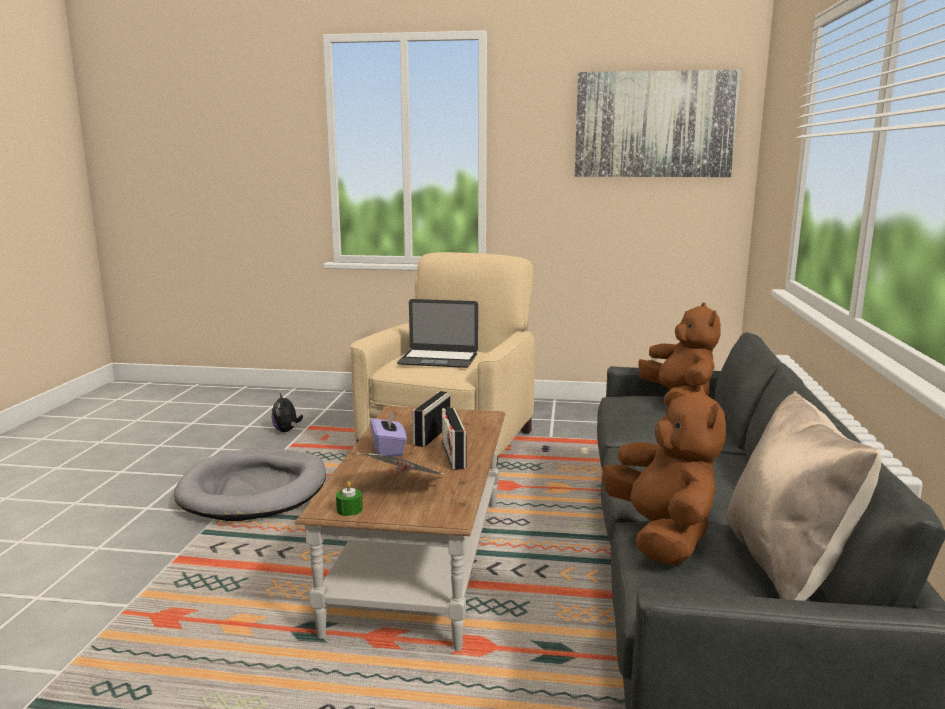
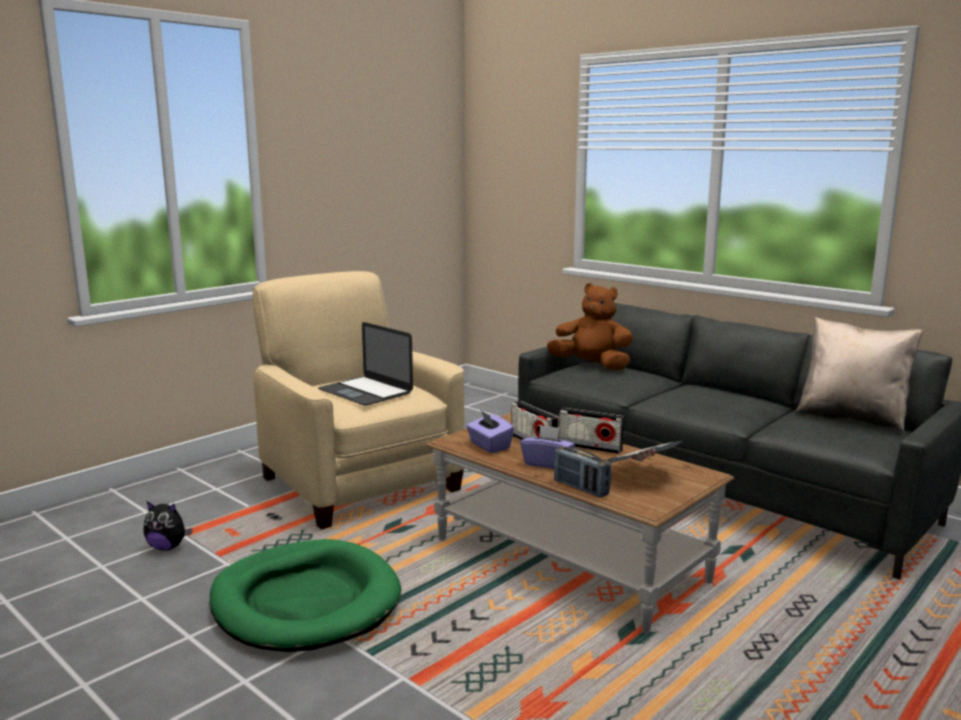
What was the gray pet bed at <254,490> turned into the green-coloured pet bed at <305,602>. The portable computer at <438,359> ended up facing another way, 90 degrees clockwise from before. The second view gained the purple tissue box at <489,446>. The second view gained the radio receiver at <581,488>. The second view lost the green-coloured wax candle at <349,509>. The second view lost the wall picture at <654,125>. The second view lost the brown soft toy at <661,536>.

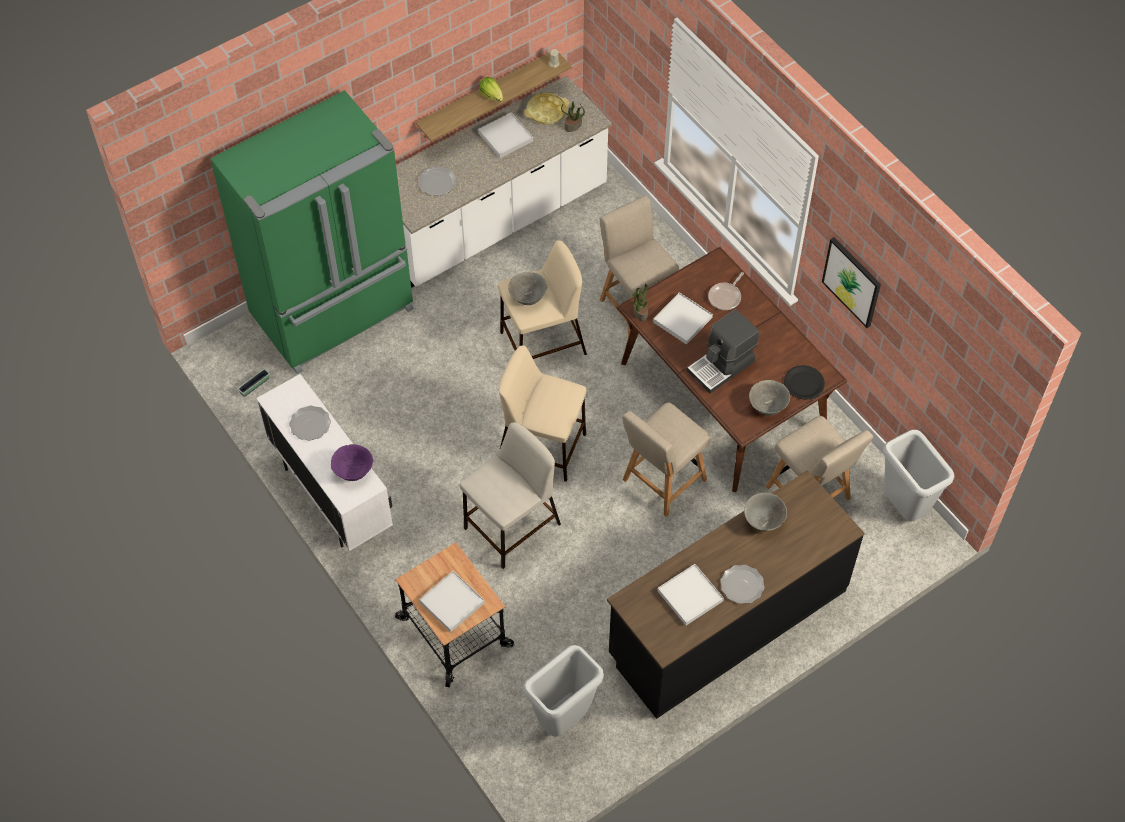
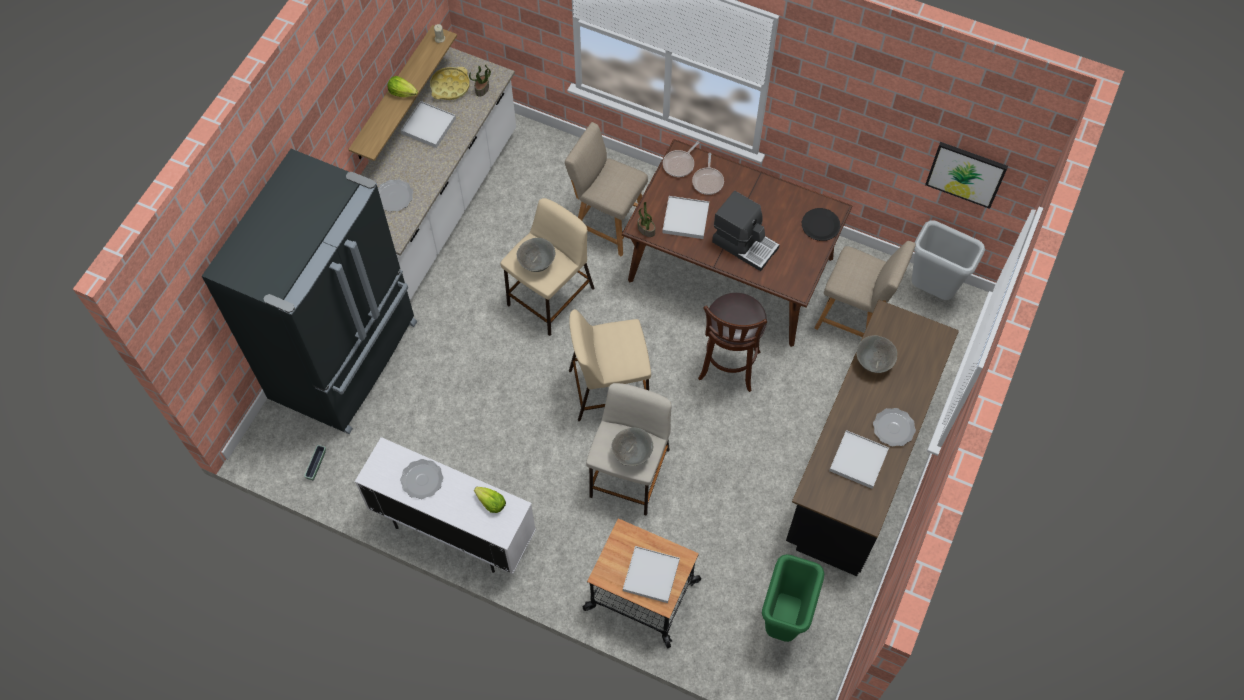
What was the green-coloured kitchen fridge at <334,313> turned into the blackish kitchen fridge at <347,361>. Where the purple deep dish stood at <353,471>, the lettuce head came to stand at <491,503>. The gray deep dish ended up elsewhere, having gone from <767,407> to <632,454>. The second view gained the skillet at <680,164>. Where the beige-coloured upright chair stood at <661,482>, the brown sitting stool came to stand at <728,368>. The coffee machine at <722,366> ended up facing another way, 75 degrees counterclockwise from before. What was the gray rubbish bin at <563,721> turned into the green-coloured rubbish bin at <783,621>. The wall picture ended up elsewhere, having gone from <852,282> to <966,174>.

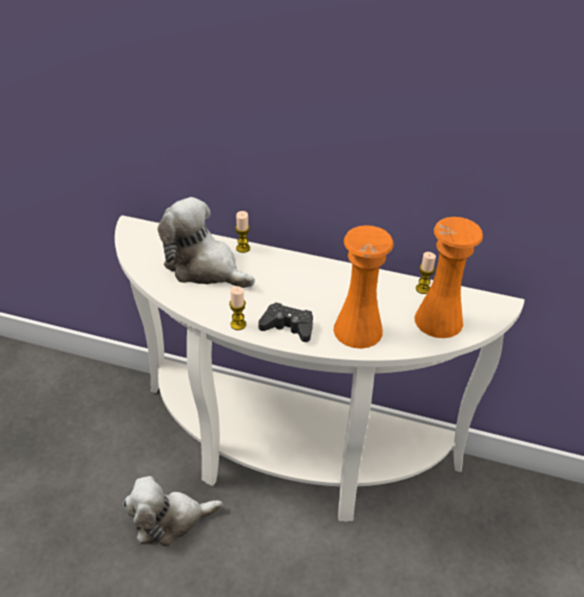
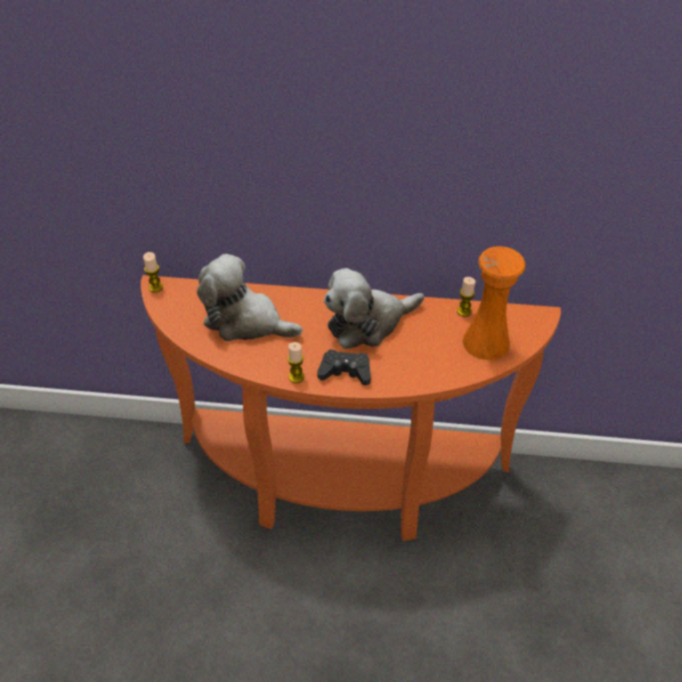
What was the white narrow table at <289,457> turned into the orangey narrow table at <340,486>. The wax candle ended up elsewhere, having gone from <243,248> to <155,287>. The soft toy ended up elsewhere, having gone from <169,520> to <368,323>. The second view lost the orangey vase at <358,330>.

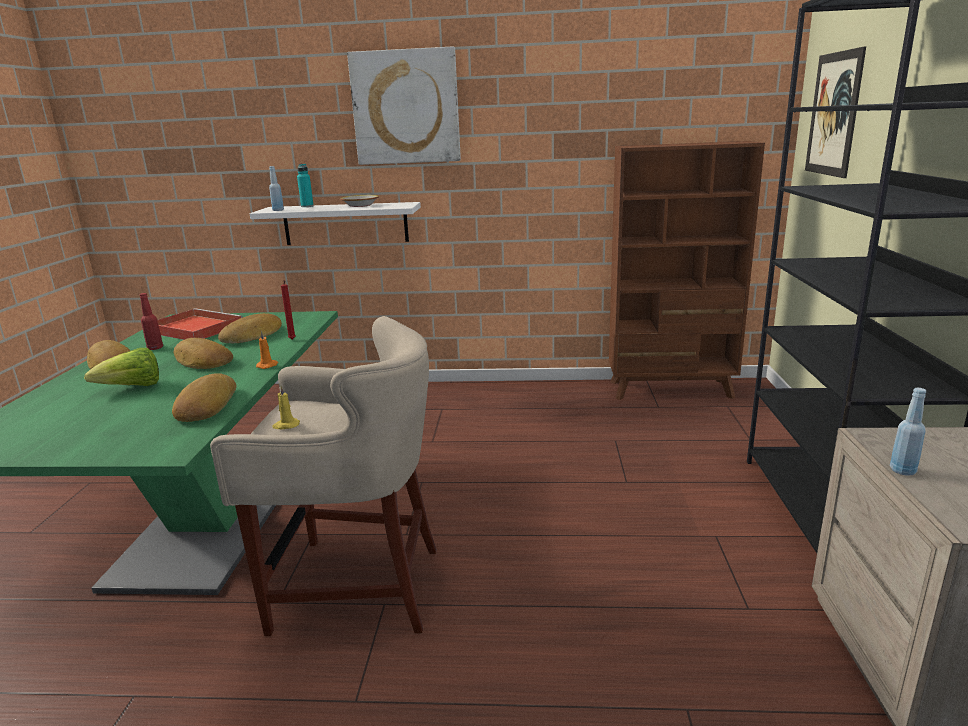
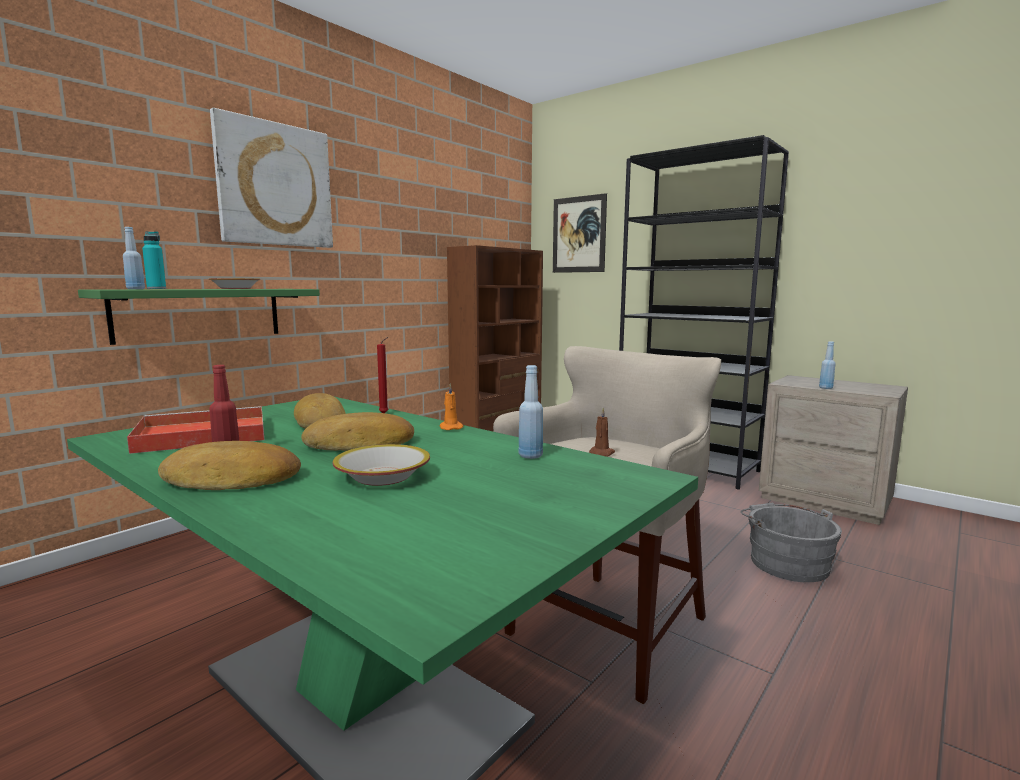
What was the white wall shelf at <345,224> turned into the green-coloured wall shelf at <200,314>. Where the lettuce head stood at <133,388>, the deep dish came to stand at <383,476>. Where the baked bread stood at <205,406>, the blue drink bottle came to stand at <530,456>. What was the yellowish wax candle at <286,425> turned into the brown wax candle at <601,454>. The second view gained the gray bucket at <785,562>.

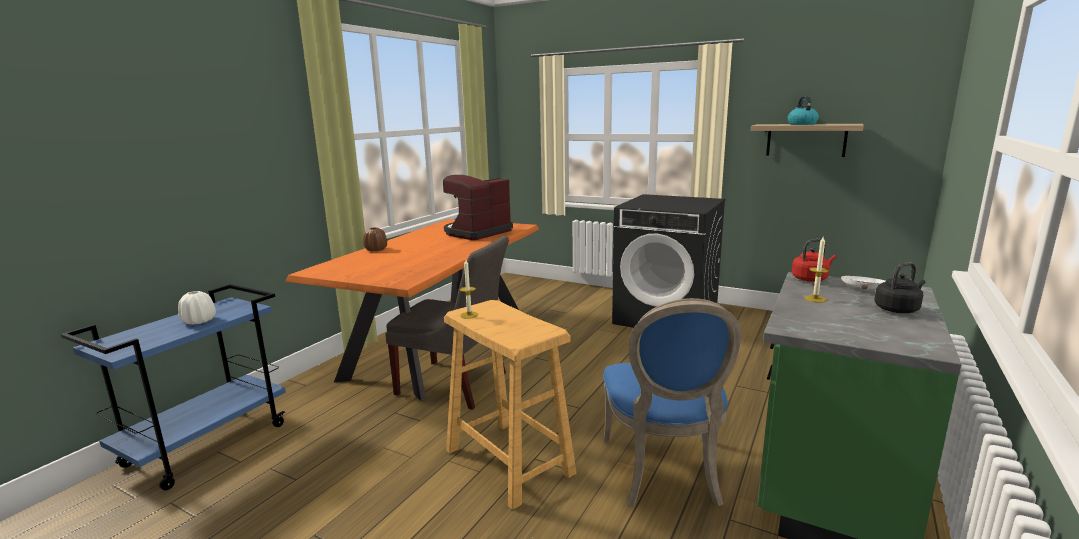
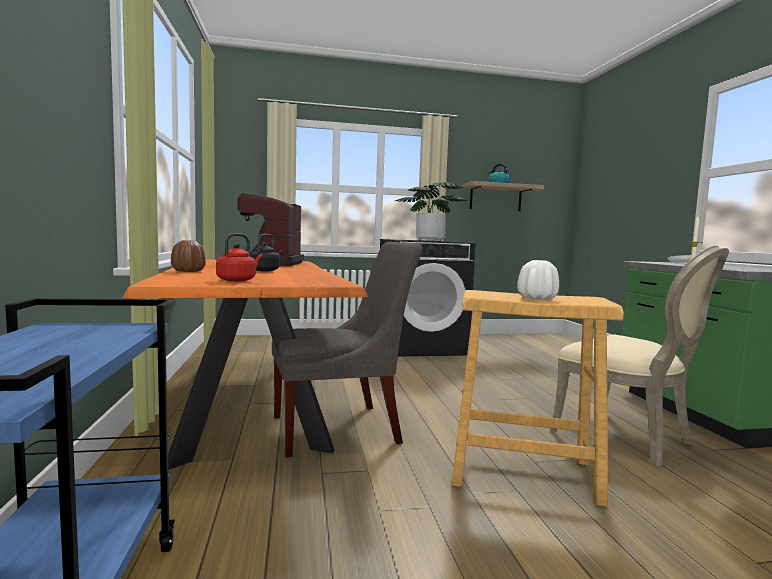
The reddish kettle ended up elsewhere, having gone from <811,279> to <238,280>. The blackish kettle ended up elsewhere, having gone from <898,309> to <266,270>. The second view gained the potted plant at <430,240>. The white vase ended up elsewhere, having gone from <199,321> to <537,298>. What was the blue upright chair at <664,473> turned into the beige-coloured upright chair at <628,437>. The second view lost the wax candle at <469,315>.

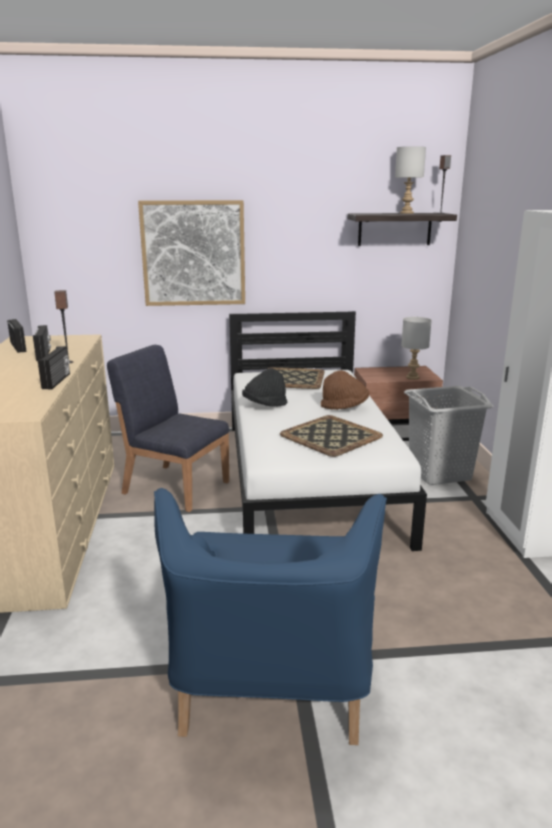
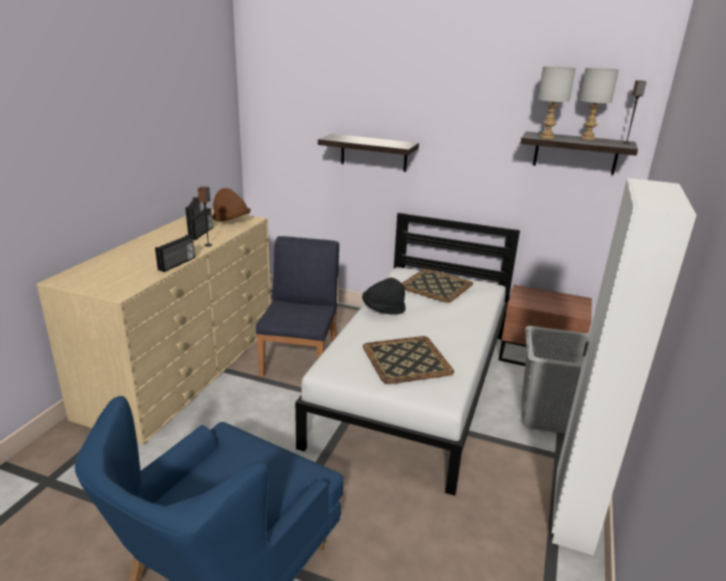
The brown wearable hat ended up elsewhere, having gone from <344,407> to <231,221>. The blue upright chair at <175,487> ended up facing another way, 45 degrees clockwise from before. Where the wall picture hung at <193,253>, the wall shelf came to hang at <373,153>. The gray table lamp ended up elsewhere, having gone from <413,377> to <547,138>.

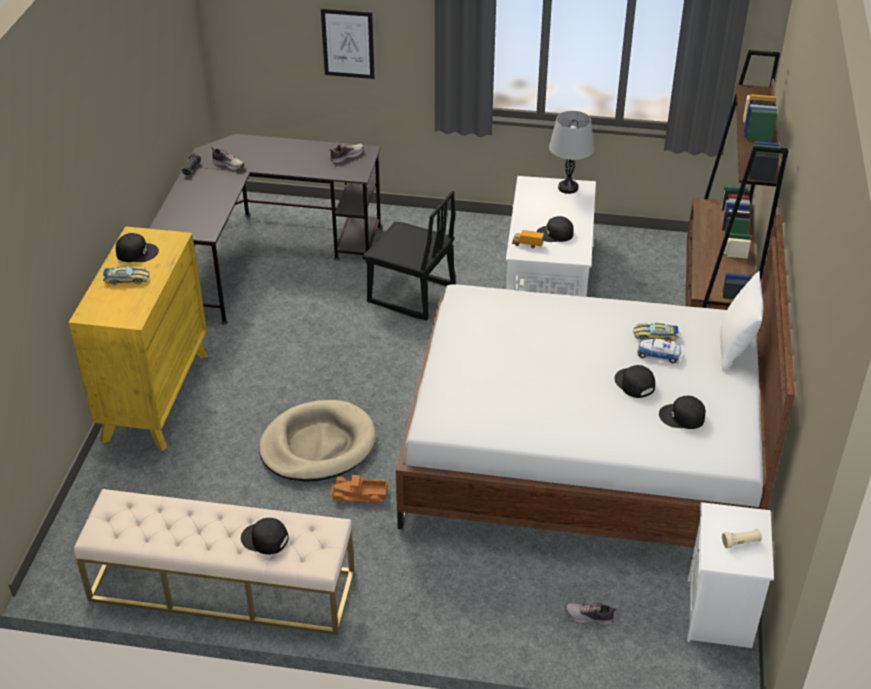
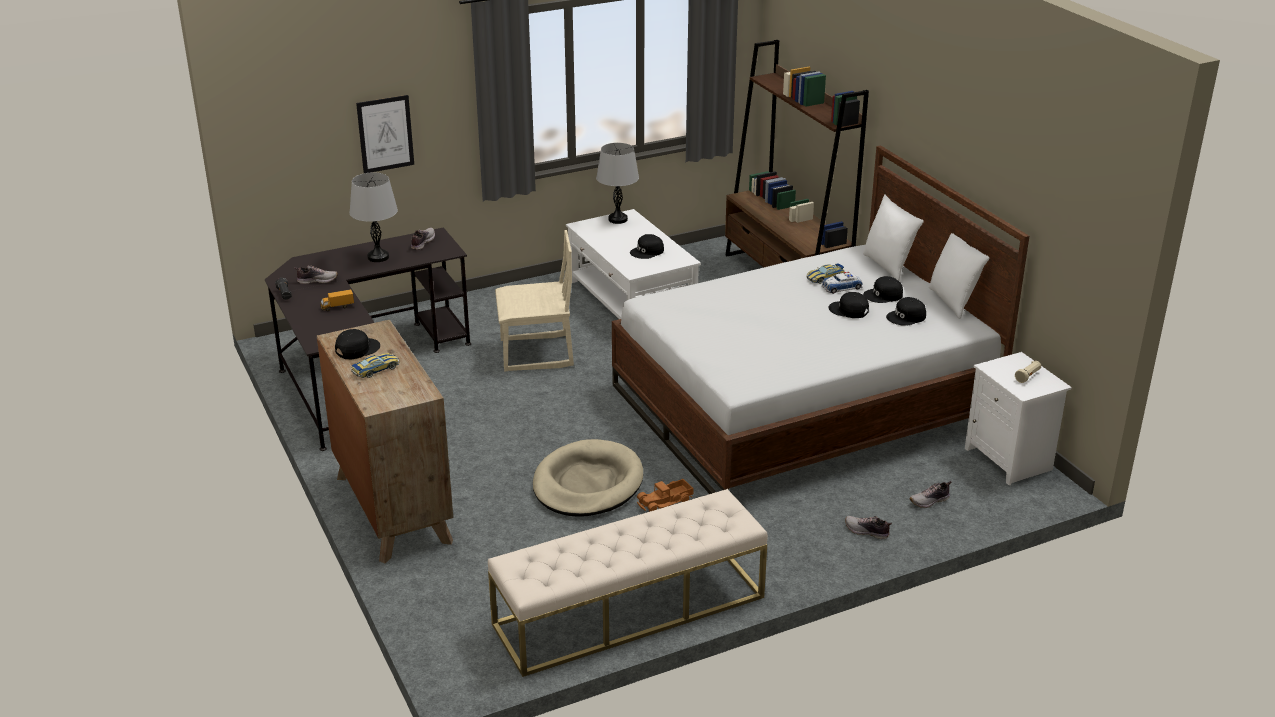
What was the yellowish chest of drawers at <156,396> turned into the brown chest of drawers at <392,509>. The toy lorry ended up elsewhere, having gone from <527,245> to <337,307>. The second view gained the gray table lamp at <378,257>. What was the blackish upright chair at <411,295> turned into the beige-coloured upright chair at <536,354>. The second view gained the shoe at <867,531>. The blackish baseball cap ended up elsewhere, having gone from <264,539> to <883,295>. The second view gained the white cushion at <953,302>.

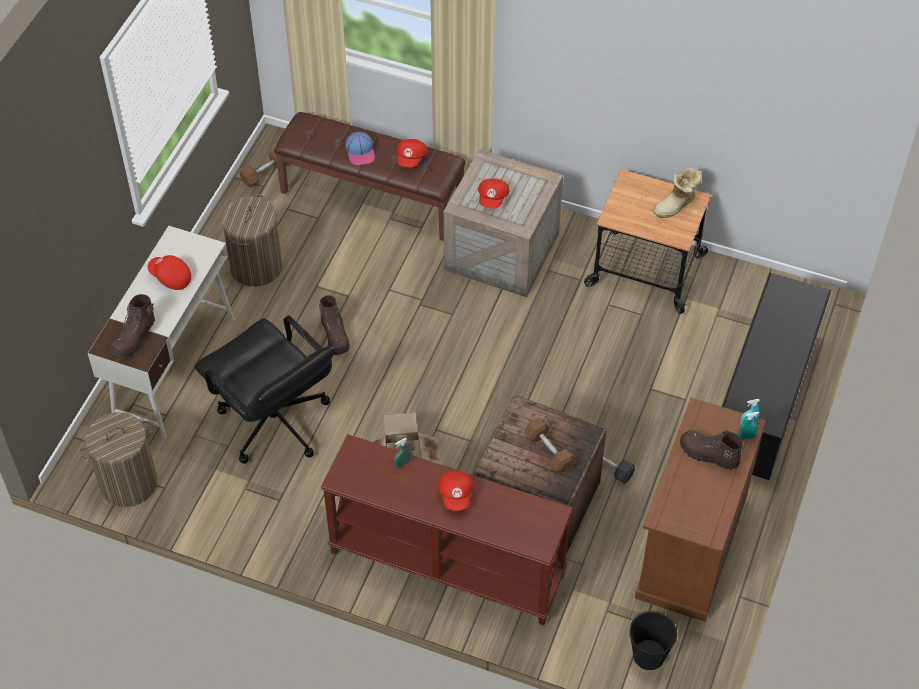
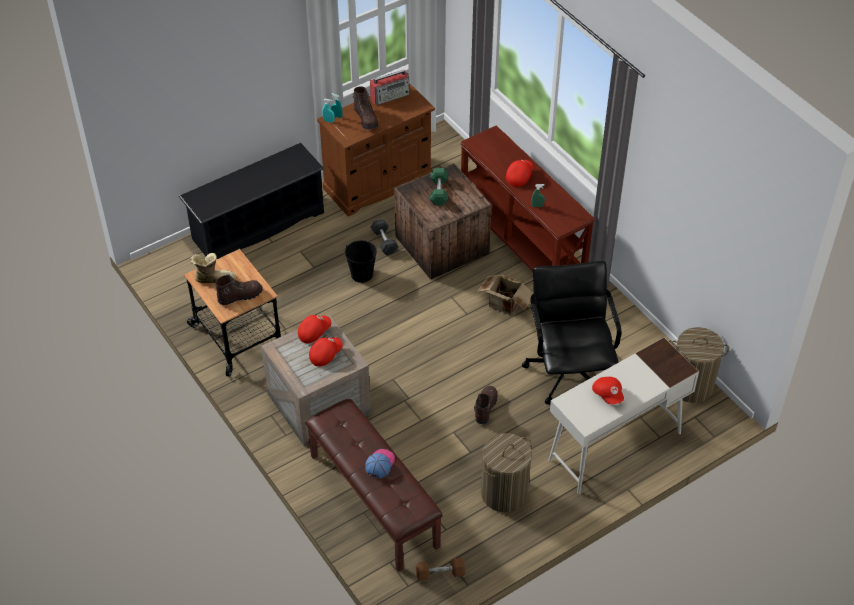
The brown high-top boot ended up elsewhere, having gone from <135,338> to <240,296>. The reddish baseball cap ended up elsewhere, having gone from <411,158> to <314,332>. The blackish bucket ended up elsewhere, having gone from <649,655> to <361,274>. The second view gained the radio receiver at <390,96>. What was the brown free weight at <549,451> turned into the green-coloured free weight at <439,192>.

